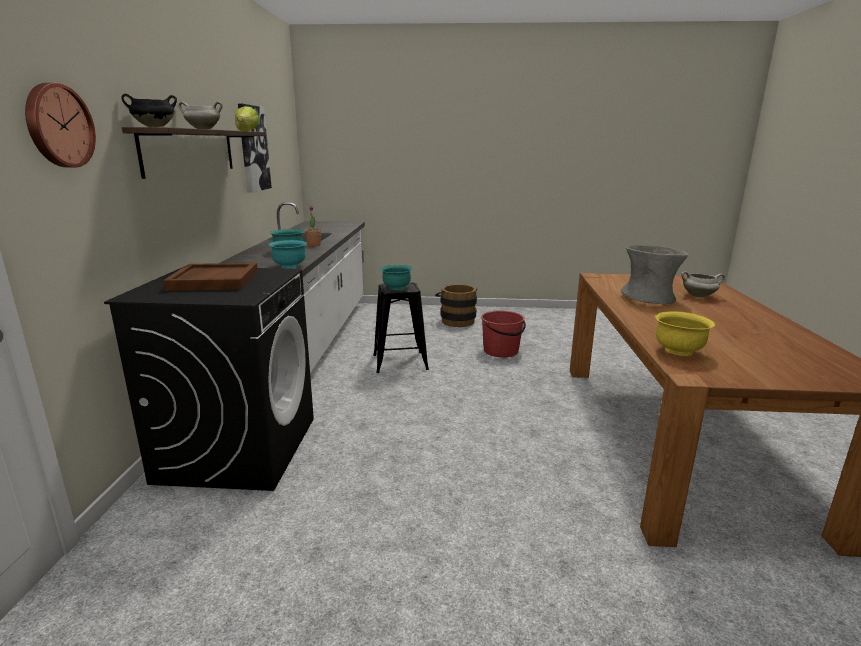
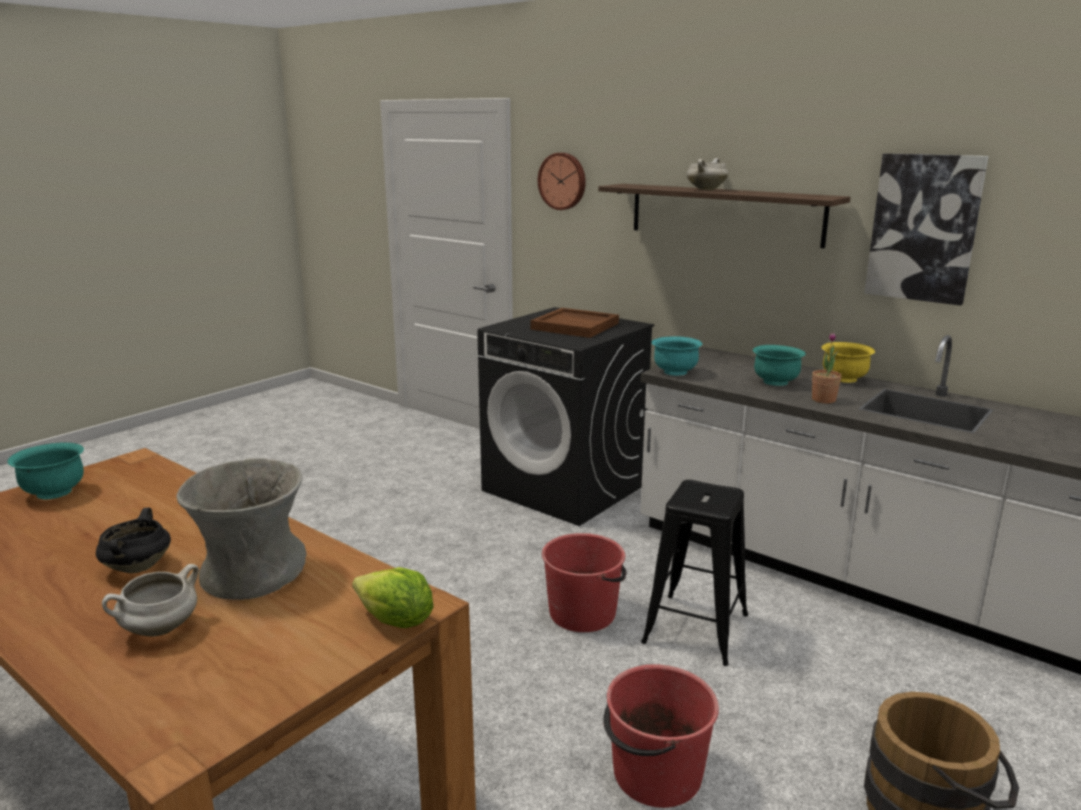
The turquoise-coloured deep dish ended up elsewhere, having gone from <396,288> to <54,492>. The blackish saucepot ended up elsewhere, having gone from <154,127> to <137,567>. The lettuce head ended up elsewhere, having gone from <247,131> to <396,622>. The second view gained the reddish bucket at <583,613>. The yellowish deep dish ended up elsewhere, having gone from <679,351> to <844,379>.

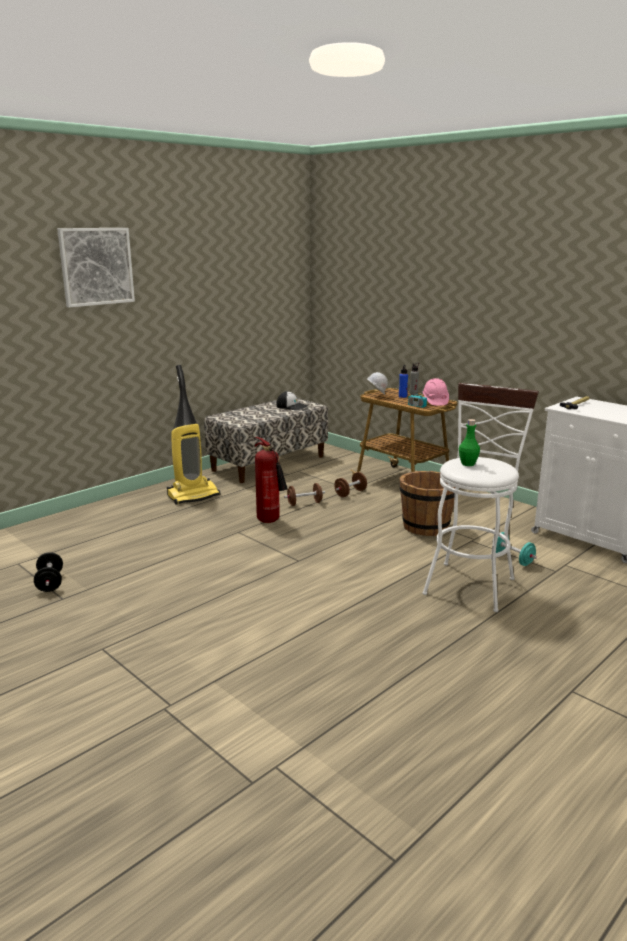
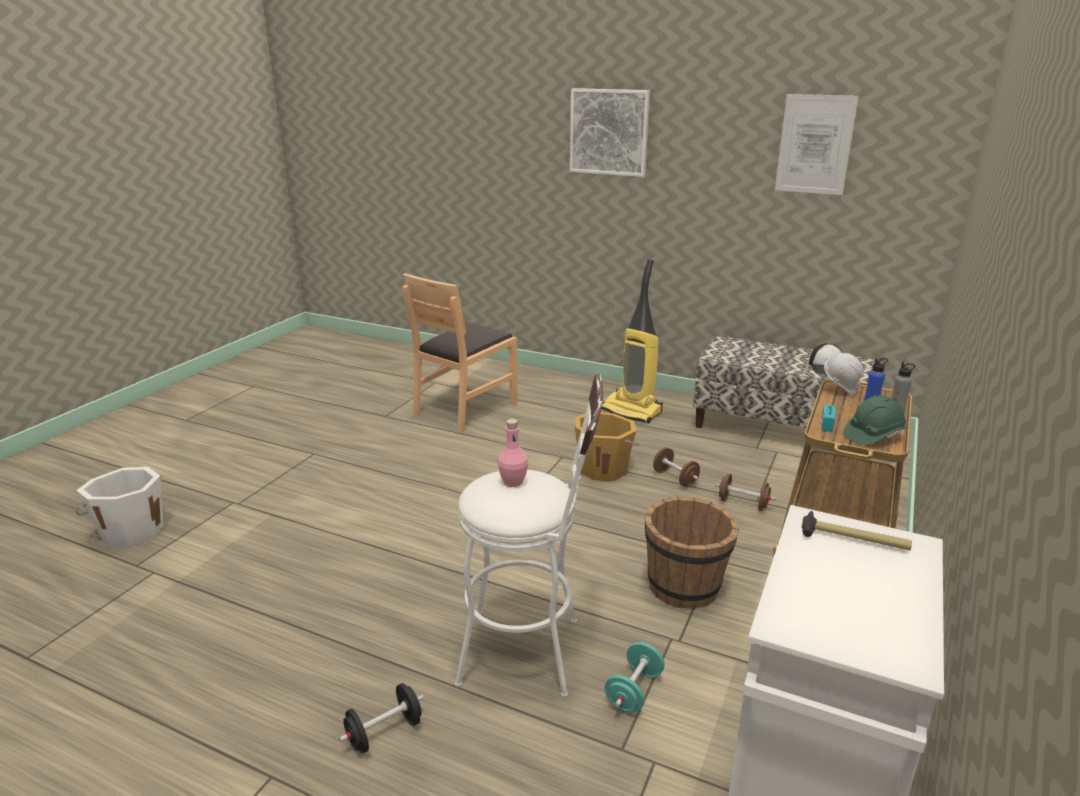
The second view gained the white bucket at <132,531>. The blackish free weight ended up elsewhere, having gone from <50,583> to <384,732>. The second view gained the brown upright chair at <465,408>. What was the green-coloured drink bottle at <468,464> turned into the pink-coloured drink bottle at <513,482>. Where the fire extinguisher stood at <270,521>, the orangey bucket came to stand at <604,468>. The second view gained the wall picture at <815,144>. What was the pink-coloured safety helmet at <435,401> turned into the green-coloured safety helmet at <873,435>.

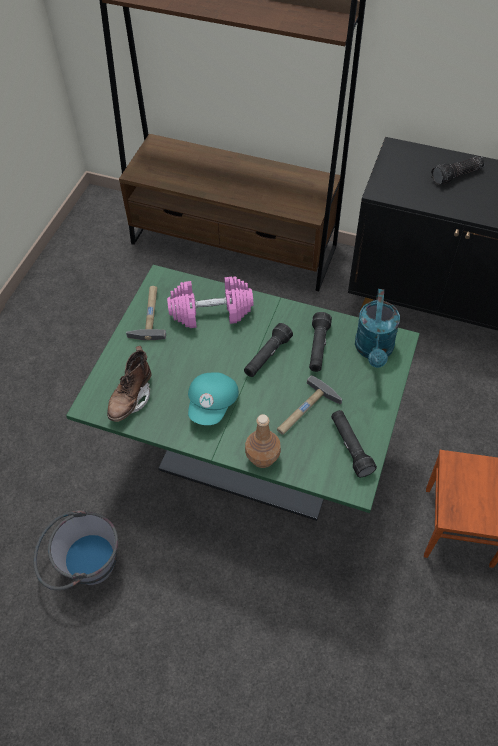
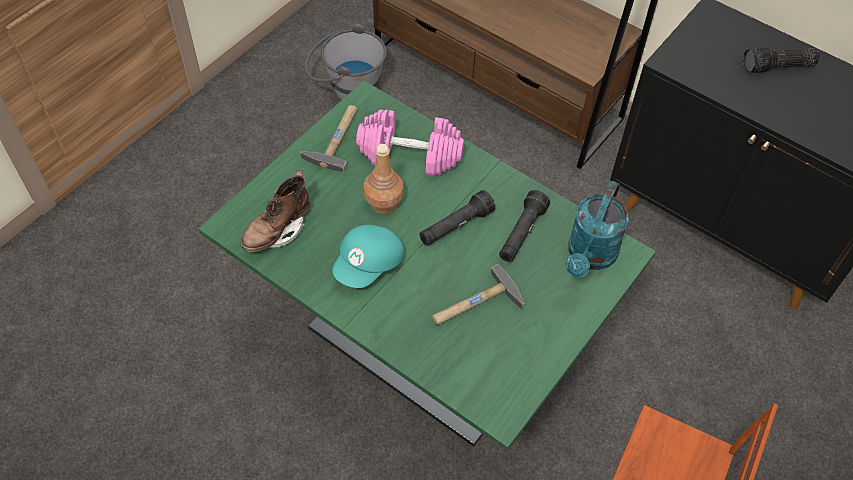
The gray bucket ended up elsewhere, having gone from <83,566> to <346,88>. The brown drink bottle ended up elsewhere, having gone from <263,457> to <383,203>. The second view lost the blackish hand torch at <350,447>.

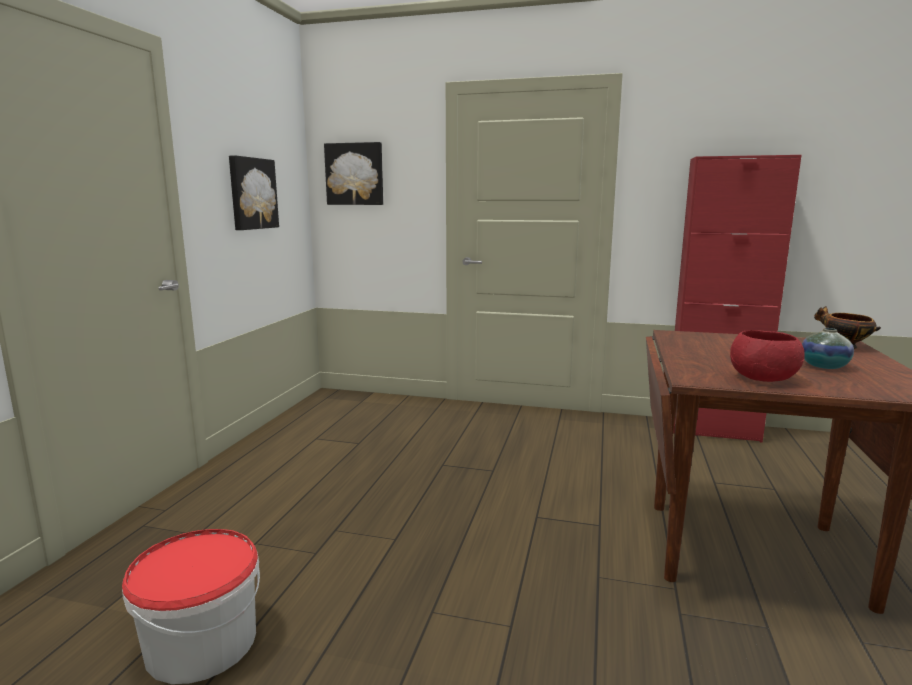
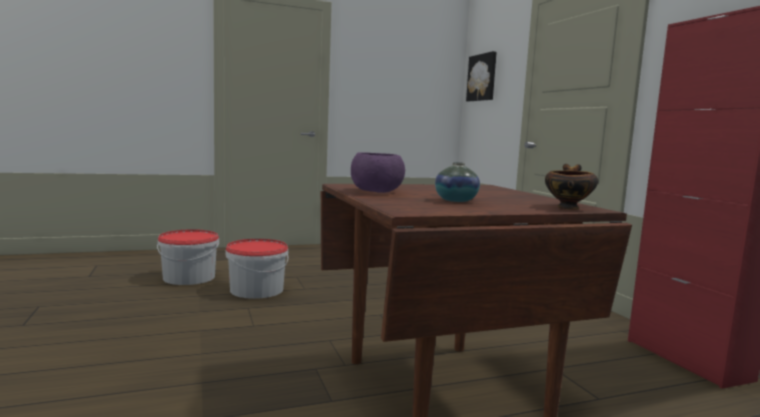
The second view gained the bucket at <256,290>. What was the reddish deep dish at <763,379> turned into the purple deep dish at <376,192>. The second view lost the wall picture at <252,193>.

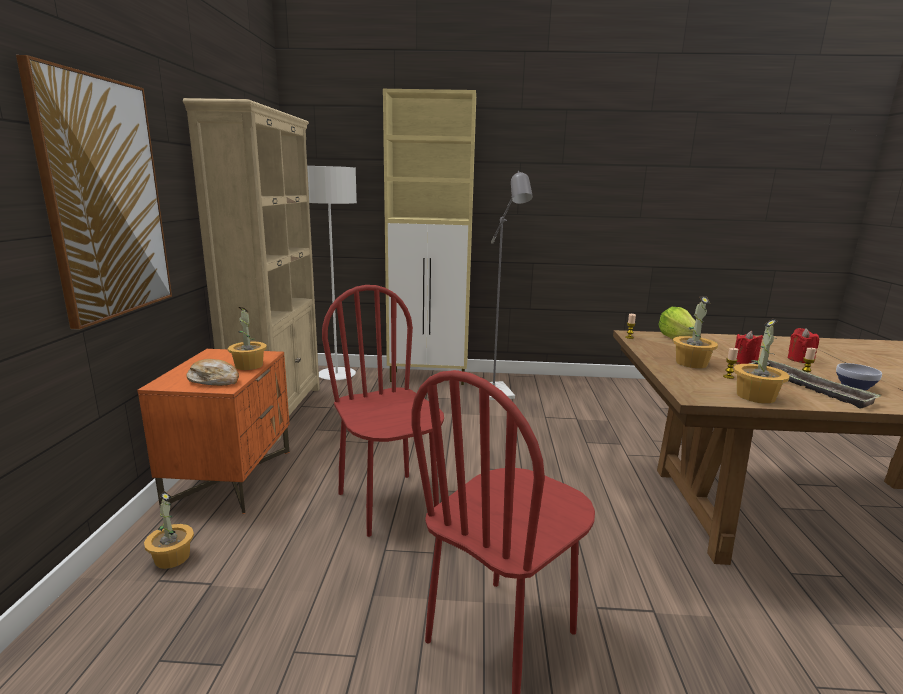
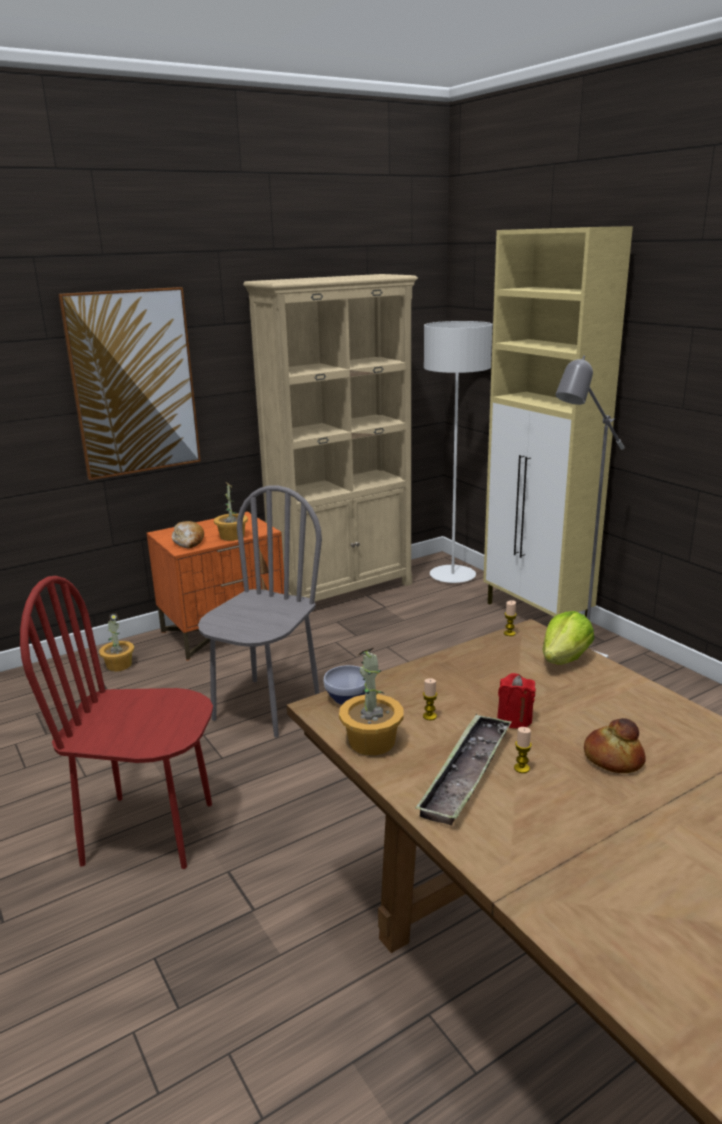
What was the reddish upright chair at <388,503> turned into the gray upright chair at <266,707>. The deep dish ended up elsewhere, having gone from <855,387> to <347,699>. Where the reddish wax candle stood at <800,359>, the baked bread came to stand at <613,759>. The second view lost the potted plant at <691,363>.

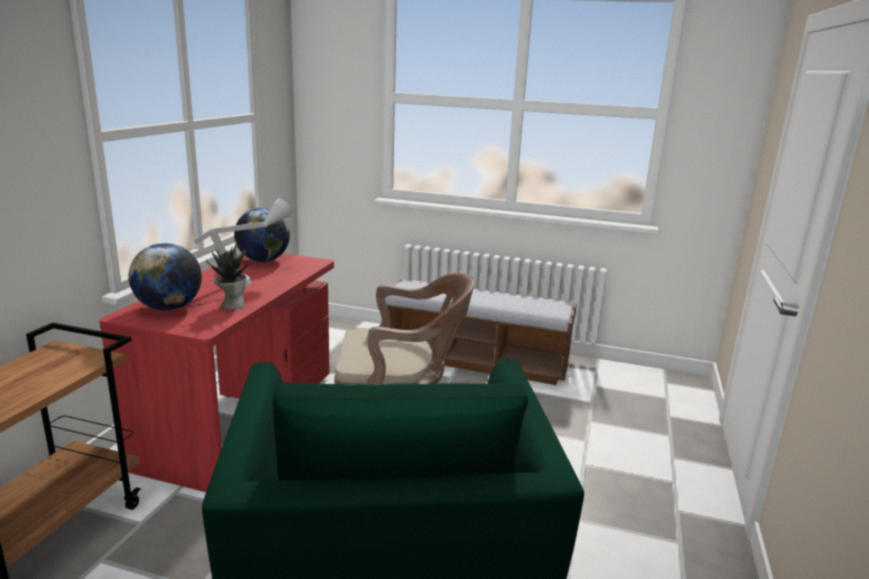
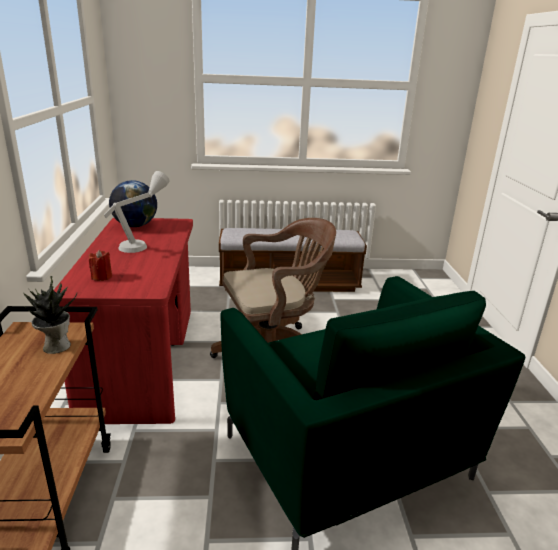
The potted plant ended up elsewhere, having gone from <232,305> to <55,346>. Where the world globe stood at <169,308>, the reddish wax candle came to stand at <102,277>.

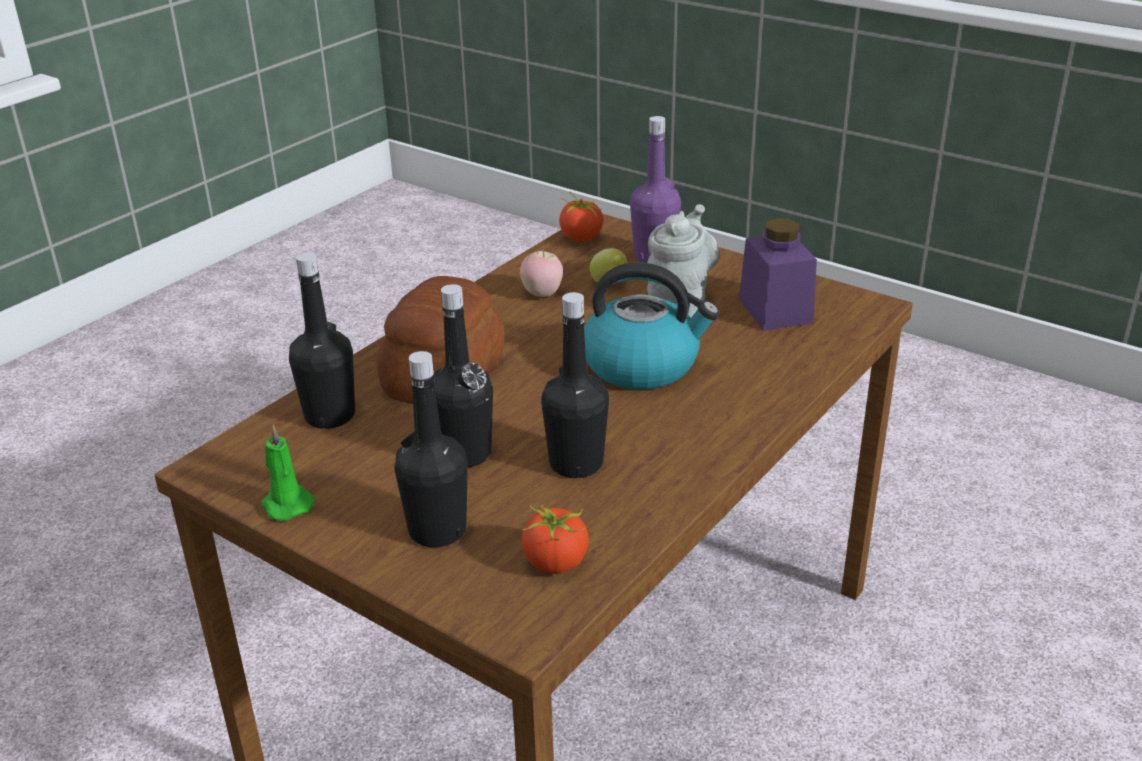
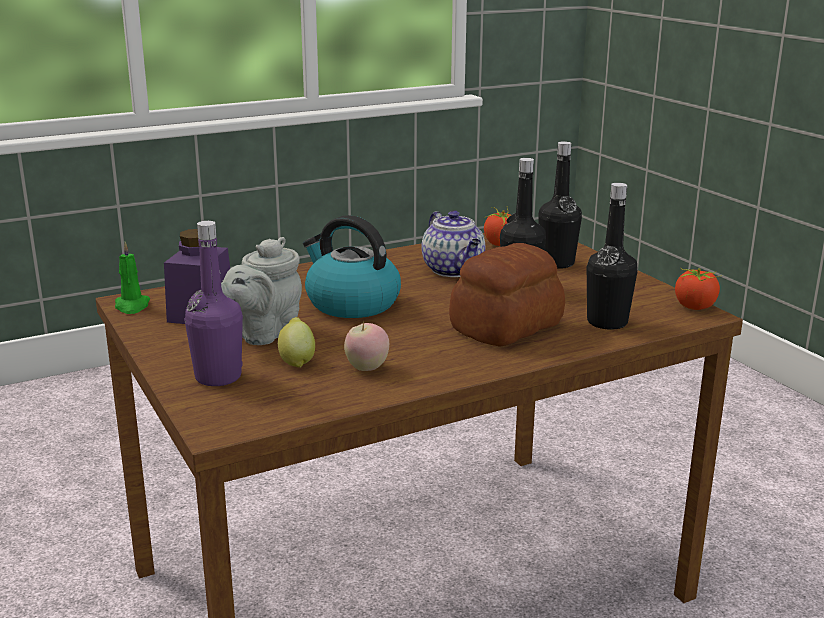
The green-coloured wax candle ended up elsewhere, having gone from <286,504> to <132,306>. Where the blackish drink bottle stood at <576,463>, the tea pot came to stand at <454,270>. The fresh tomato ended up elsewhere, having gone from <580,238> to <695,307>.

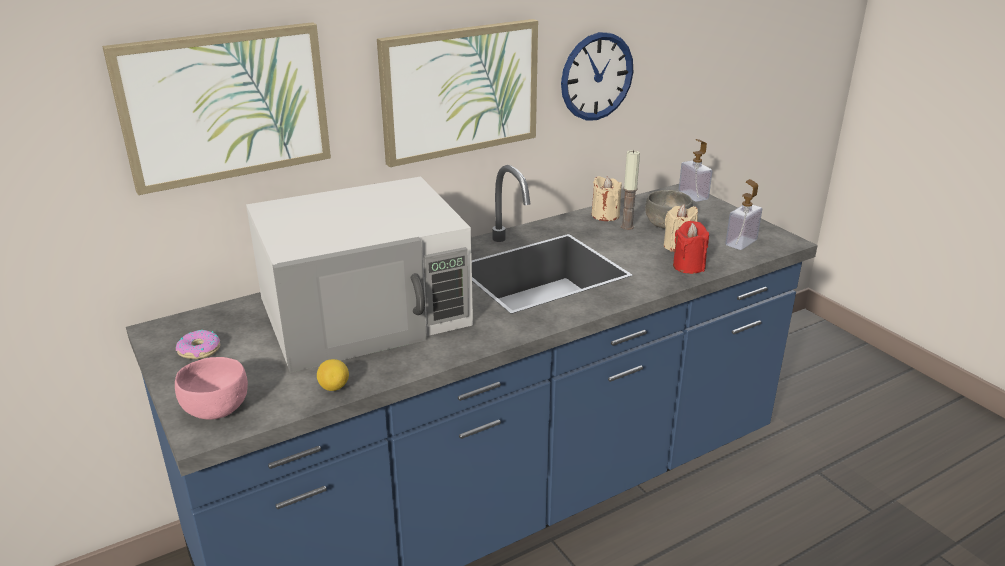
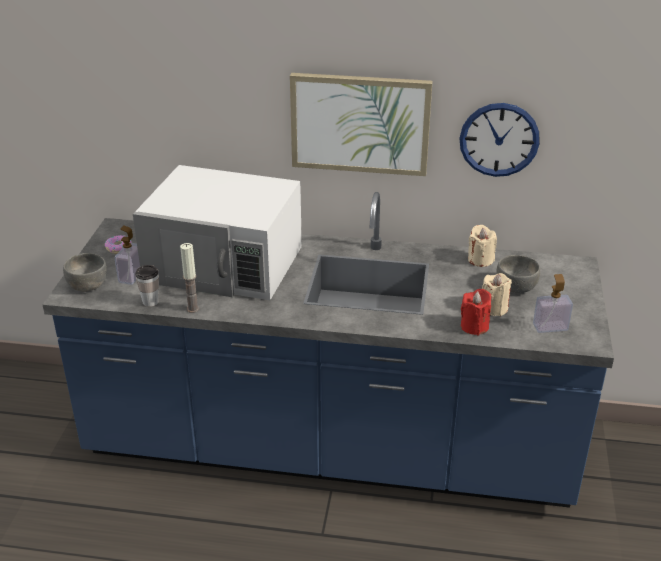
What was the pink-coloured deep dish at <215,408> turned into the gray deep dish at <87,285>. The soap bottle ended up elsewhere, having gone from <693,195> to <131,276>. Where the citrus fruit stood at <334,387>, the small cup came to stand at <150,301>. The wax candle ended up elsewhere, having gone from <627,226> to <193,309>. The second view lost the wall picture at <225,105>.

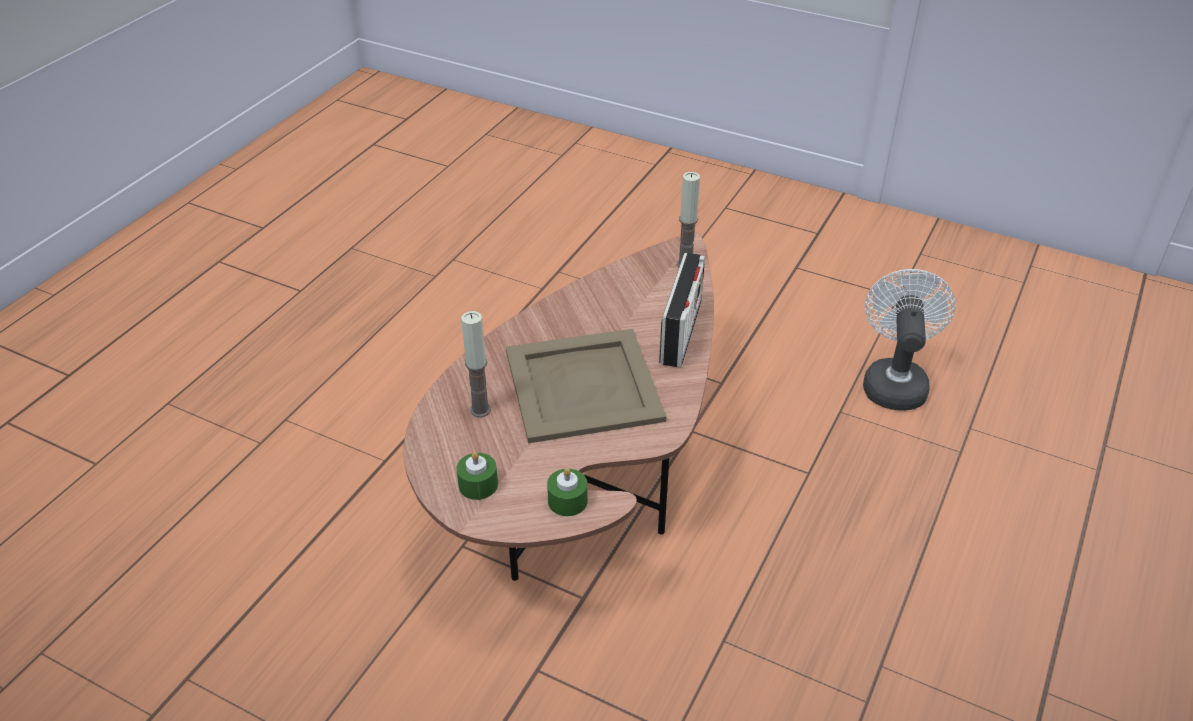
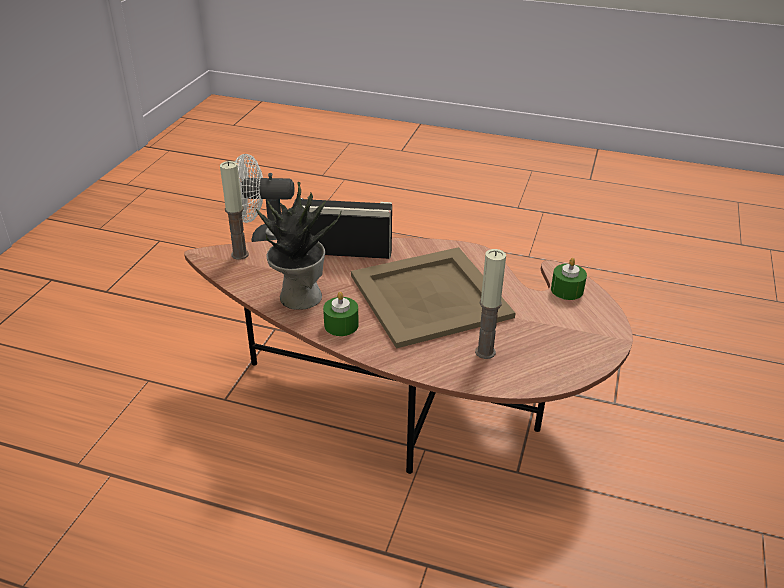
The second view gained the potted plant at <298,296>. The green-coloured wax candle ended up elsewhere, having gone from <478,484> to <341,325>.

